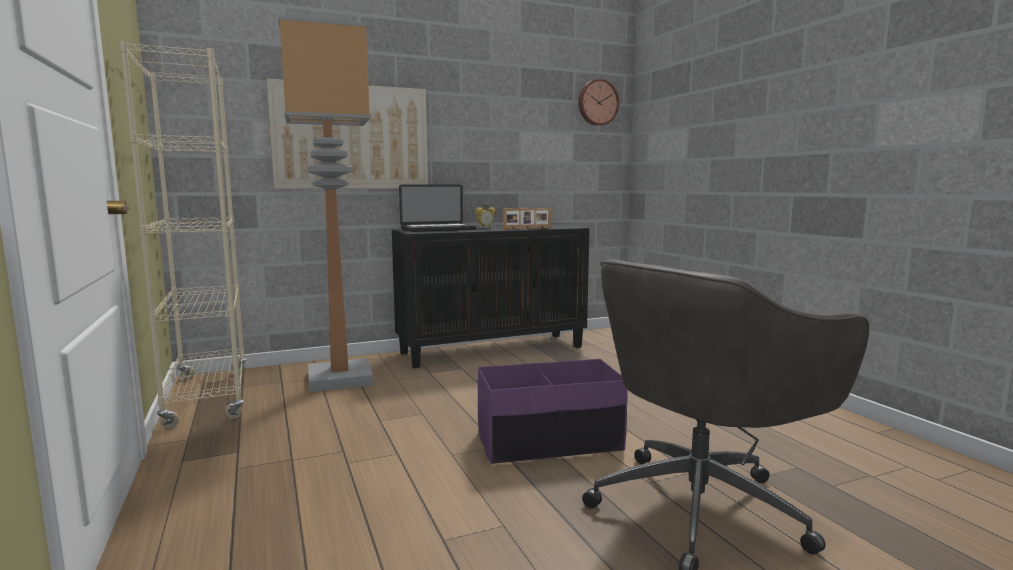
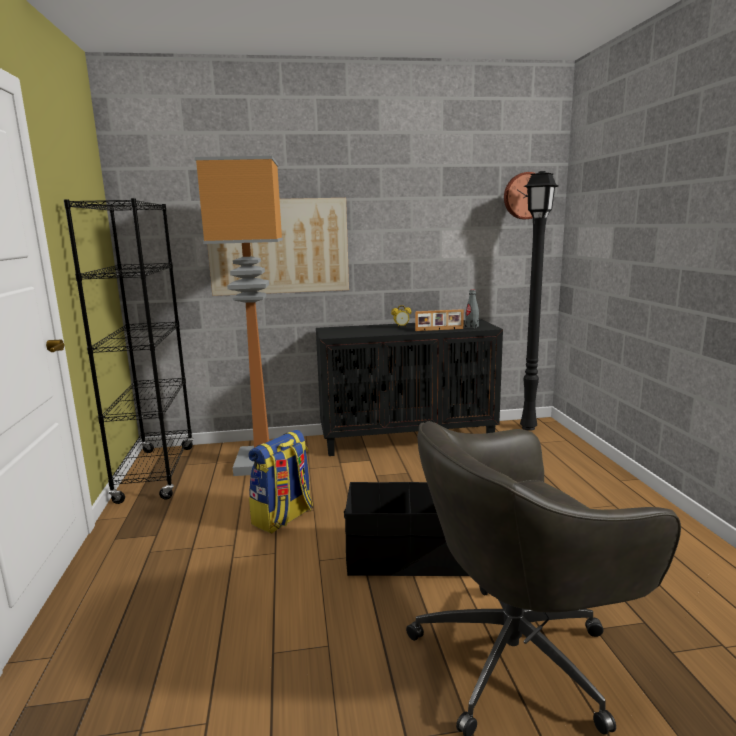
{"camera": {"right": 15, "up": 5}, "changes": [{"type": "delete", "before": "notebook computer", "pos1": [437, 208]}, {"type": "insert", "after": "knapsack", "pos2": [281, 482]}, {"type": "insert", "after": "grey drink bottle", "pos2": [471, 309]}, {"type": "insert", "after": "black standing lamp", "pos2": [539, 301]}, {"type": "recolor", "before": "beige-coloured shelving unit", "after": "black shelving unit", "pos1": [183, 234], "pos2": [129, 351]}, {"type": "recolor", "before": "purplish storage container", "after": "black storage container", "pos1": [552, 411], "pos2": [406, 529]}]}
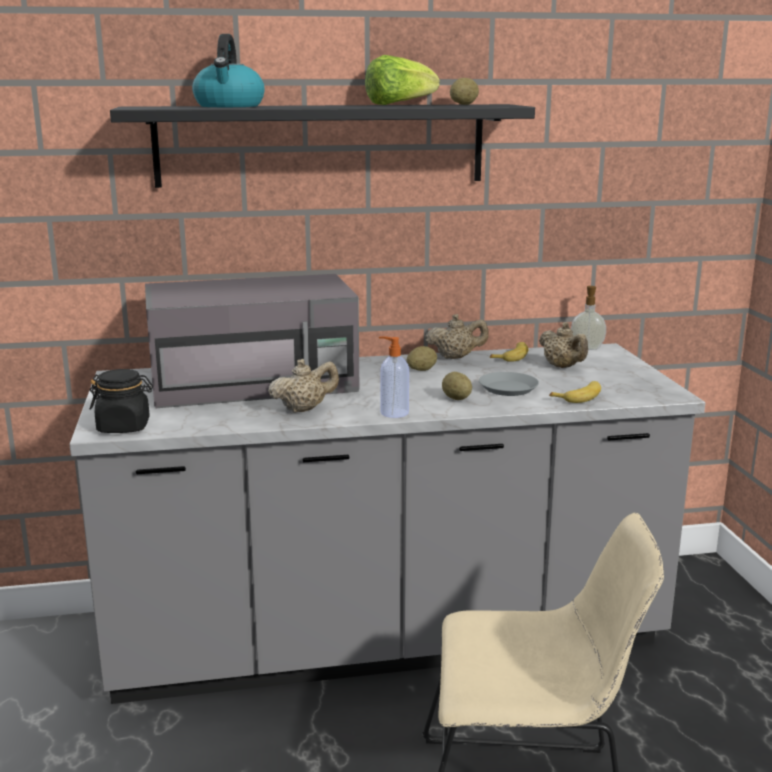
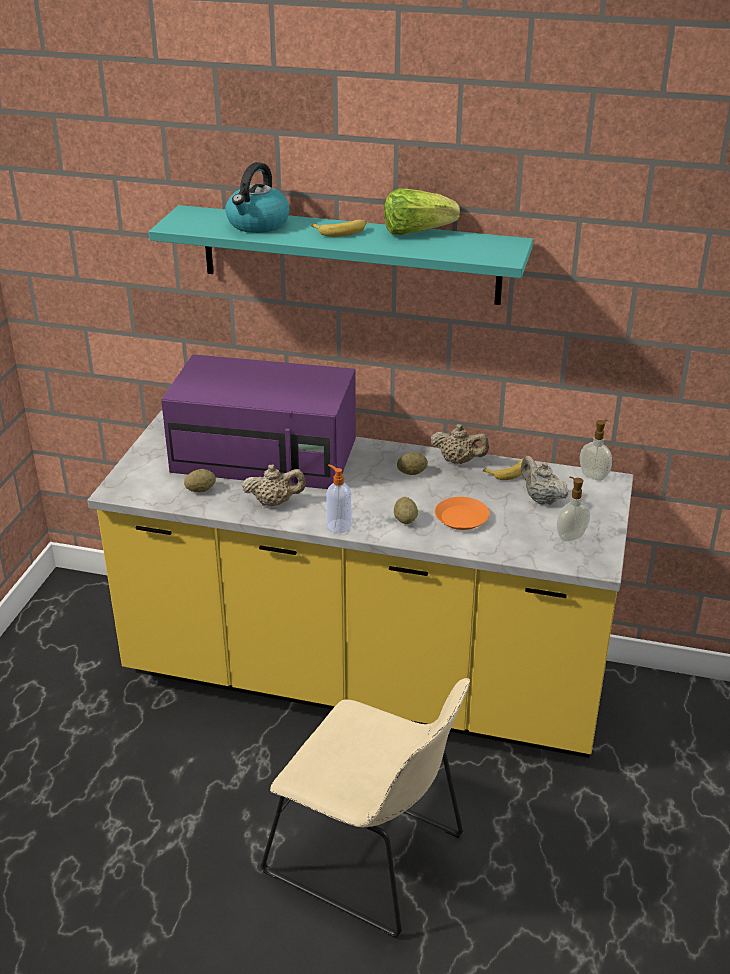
{"camera": {"right": 25, "up": 15}, "changes": [{"type": "delete", "before": "black storage jar", "pos1": [121, 401]}, {"type": "insert", "after": "soap bottle", "pos2": [573, 508]}, {"type": "move", "before": "spud", "pos1": [464, 91], "pos2": [200, 480]}, {"type": "move", "before": "banana fruit", "pos1": [575, 392], "pos2": [339, 228]}, {"type": "recolor", "before": "grey counter", "after": "yellow-coloured counter", "pos1": [387, 523], "pos2": [360, 584]}, {"type": "recolor", "before": "black wall shelf", "after": "turquoise wall shelf", "pos1": [322, 146], "pos2": [341, 255]}, {"type": "recolor", "before": "grey kitchen microwave", "after": "purplish kitchen microwave", "pos1": [252, 341], "pos2": [258, 421]}, {"type": "recolor", "before": "grey plate", "after": "orange-coloured plate", "pos1": [509, 384], "pos2": [462, 513]}, {"type": "rotate", "before": "beige-coloured tea pot", "pos1": [563, 345], "pos2": [545, 480], "turn": 150}]}
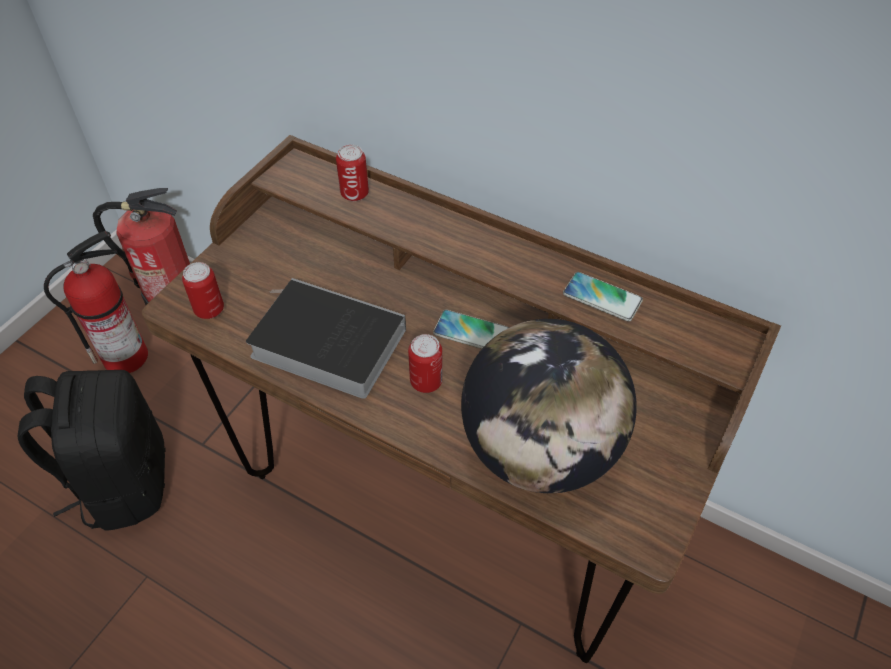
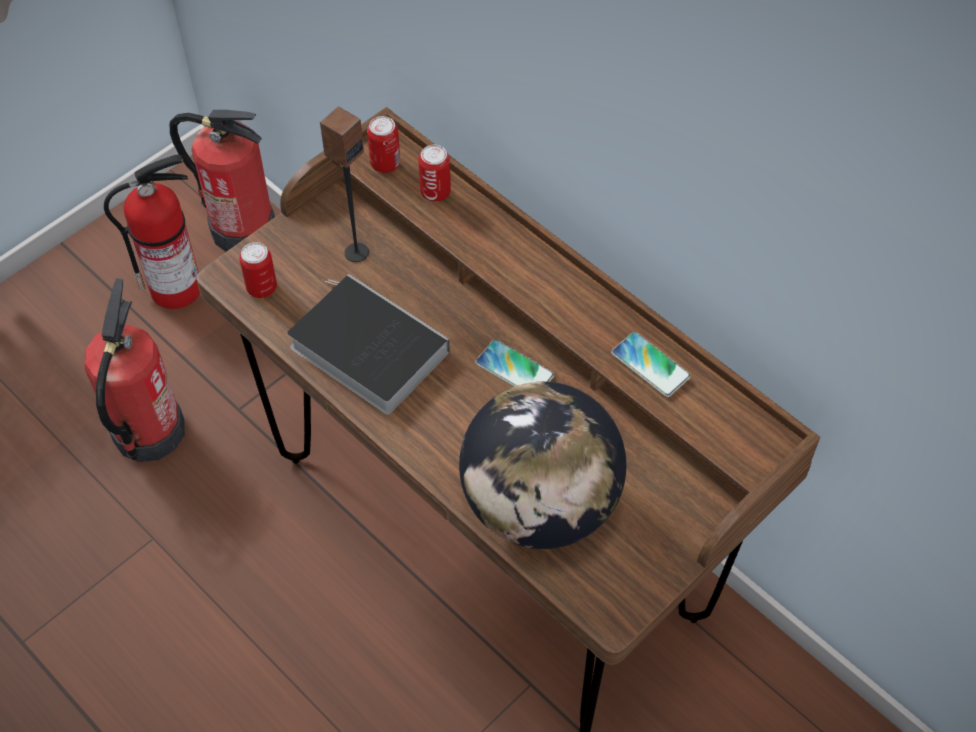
{"camera": {"right": 15, "up": 5}, "changes": [{"type": "insert", "after": "loudspeaker", "pos2": [344, 184]}, {"type": "move", "before": "sealed can", "pos1": [425, 363], "pos2": [383, 144]}, {"type": "replace", "before": "black knapsack", "after": "fire extinguisher", "pos1": [92, 450], "pos2": [134, 370]}]}
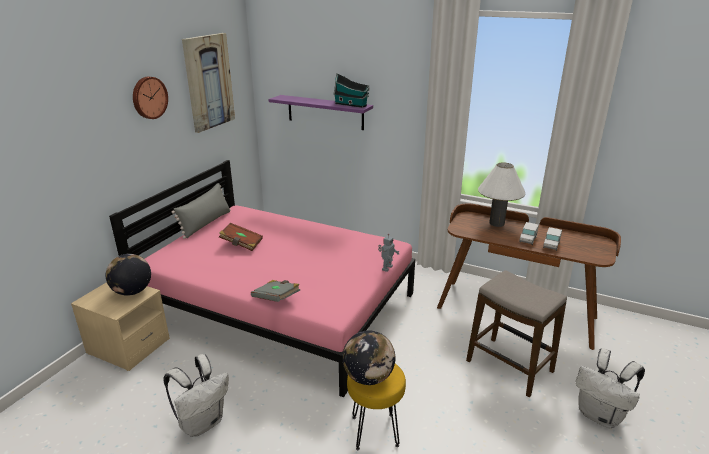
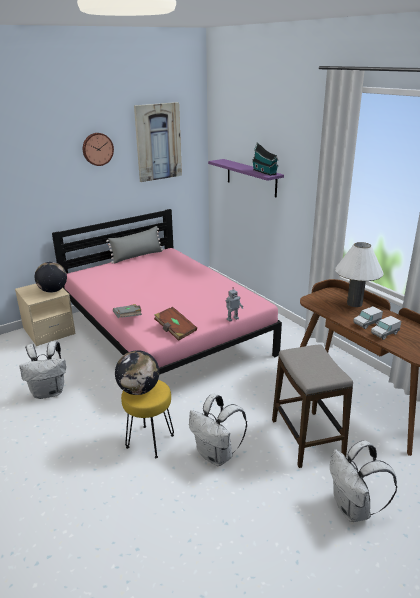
{"camera": {"right": 30, "up": 0}, "changes": [{"type": "insert", "after": "whitish knapsack", "pos2": [218, 430]}, {"type": "move", "before": "brownish bound book", "pos1": [241, 237], "pos2": [175, 324]}]}
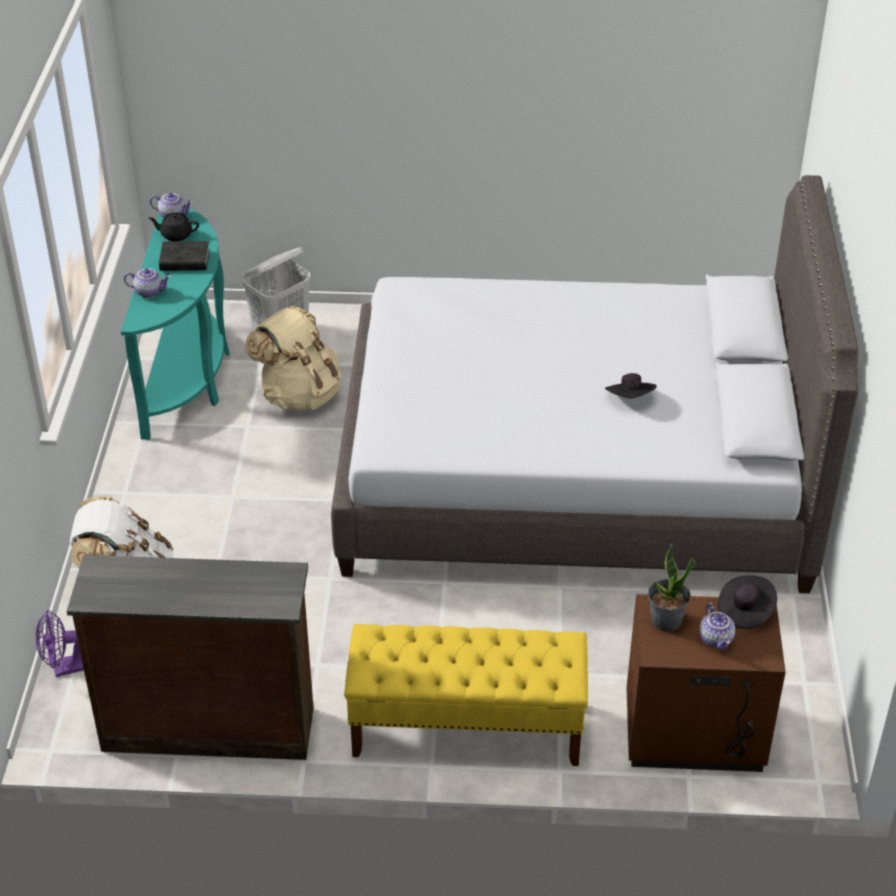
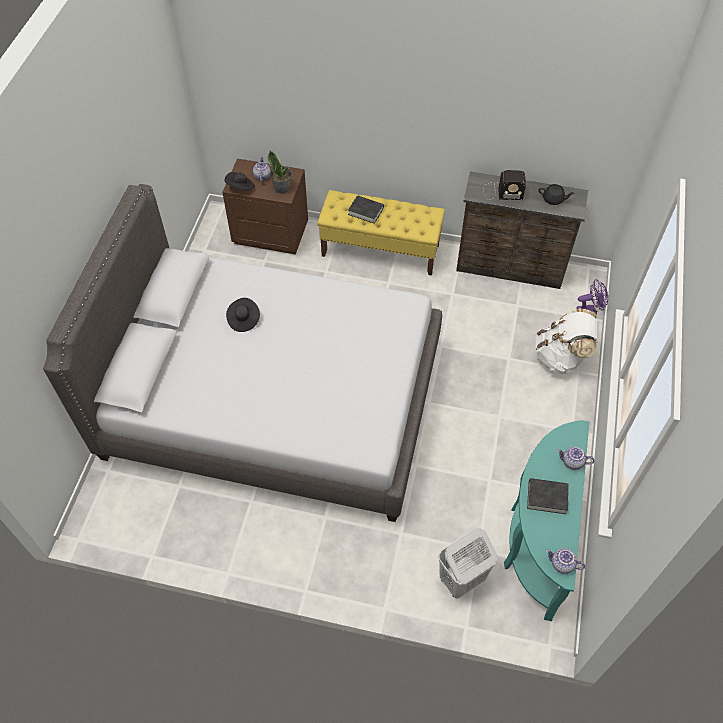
{"camera": {"right": -170, "up": 15}, "changes": [{"type": "delete", "before": "beige-coloured knapsack", "pos1": [293, 358]}, {"type": "insert", "after": "black bound book", "pos2": [366, 210]}, {"type": "insert", "after": "radio receiver", "pos2": [504, 185]}, {"type": "move", "before": "black tea pot", "pos1": [173, 227], "pos2": [556, 194]}]}
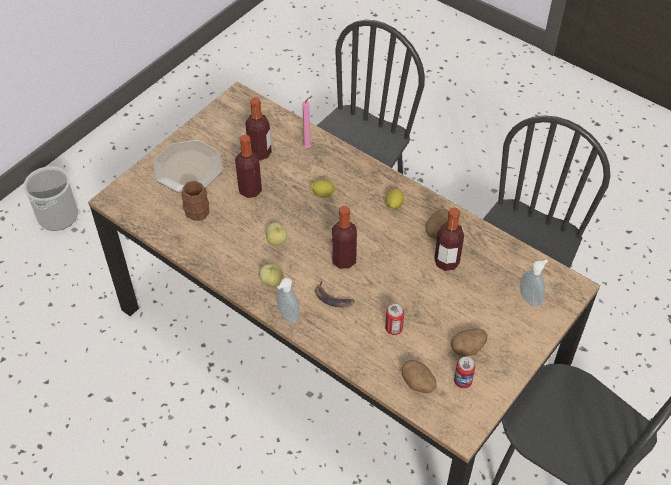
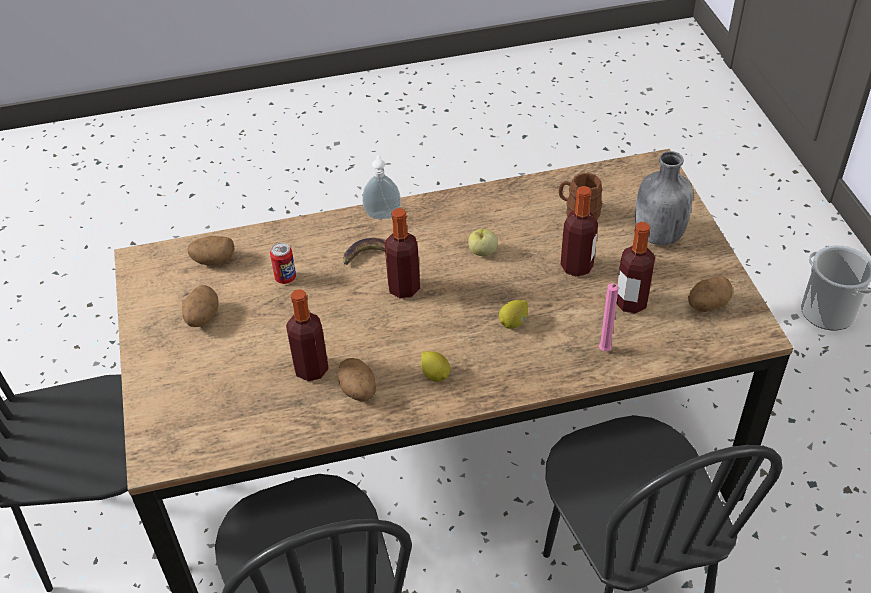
{"camera": {"right": 130, "up": -5}, "changes": [{"type": "delete", "before": "whole apple", "pos1": [271, 275]}, {"type": "delete", "before": "sealed can", "pos1": [465, 373]}, {"type": "delete", "before": "soap bottle", "pos1": [534, 283]}, {"type": "insert", "after": "spud", "pos2": [710, 294]}, {"type": "replace", "before": "plate", "after": "grey drink bottle", "pos1": [188, 166], "pos2": [664, 198]}]}
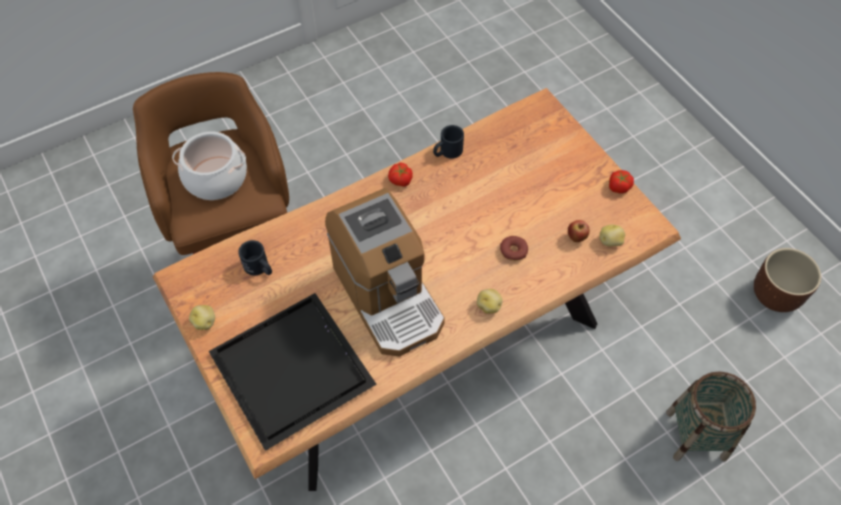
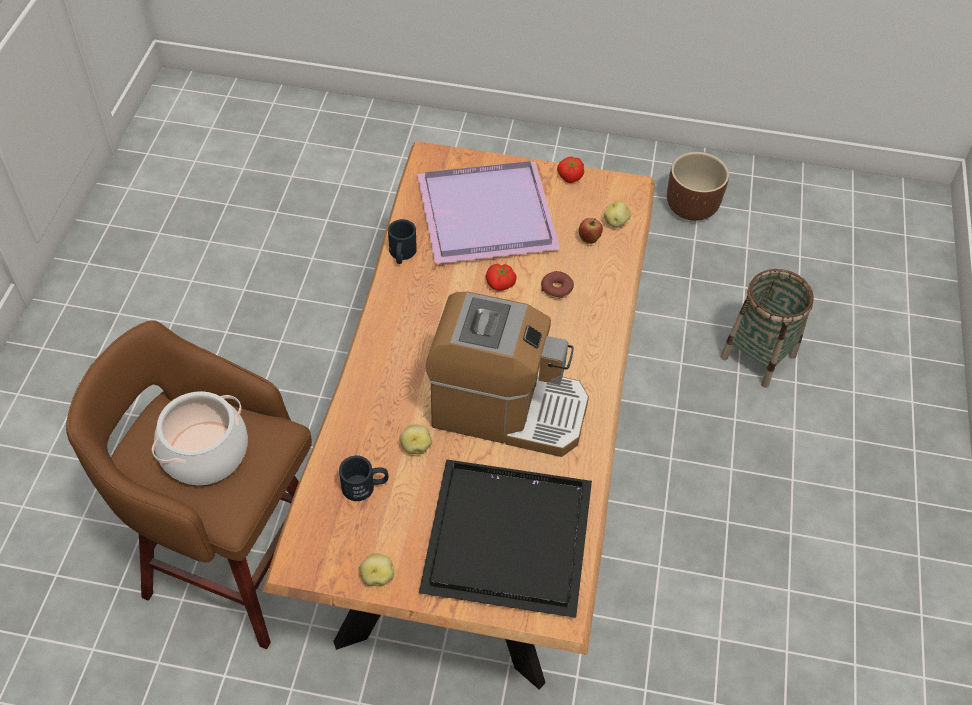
{"camera": {"right": -50, "up": -5}, "changes": [{"type": "insert", "after": "purplish tray", "pos2": [489, 212]}, {"type": "move", "before": "tomato", "pos1": [400, 174], "pos2": [501, 277]}, {"type": "move", "before": "spud", "pos1": [490, 301], "pos2": [415, 439]}]}
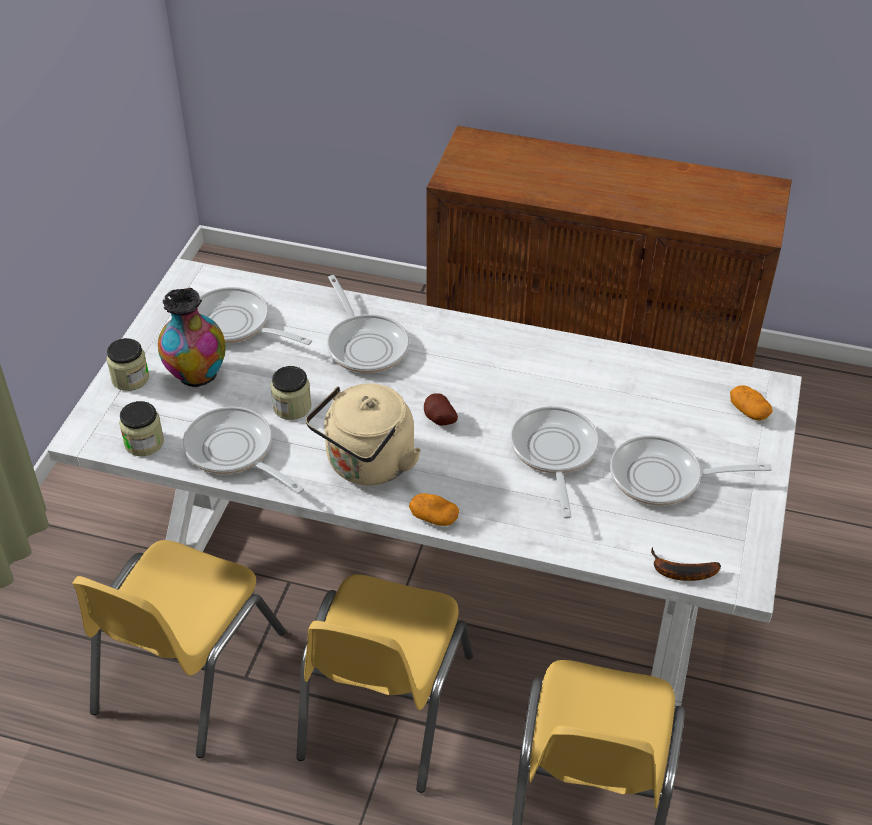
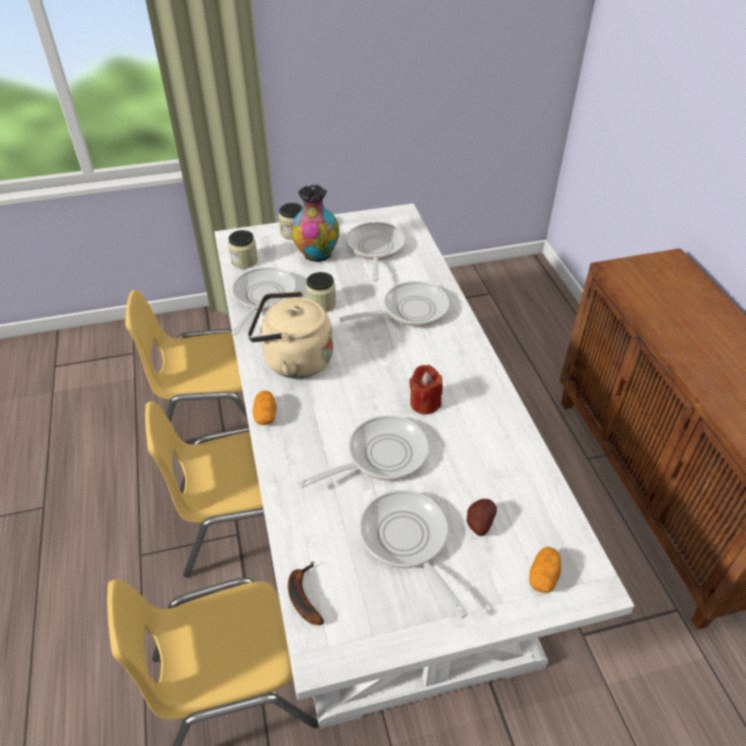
{"camera": {"right": 60, "up": 0}, "changes": [{"type": "insert", "after": "red-coloured wax candle", "pos2": [426, 390]}, {"type": "move", "before": "spud", "pos1": [441, 409], "pos2": [482, 517]}, {"type": "rotate", "before": "skillet", "pos1": [368, 324], "pos2": [395, 304], "turn": -150}]}
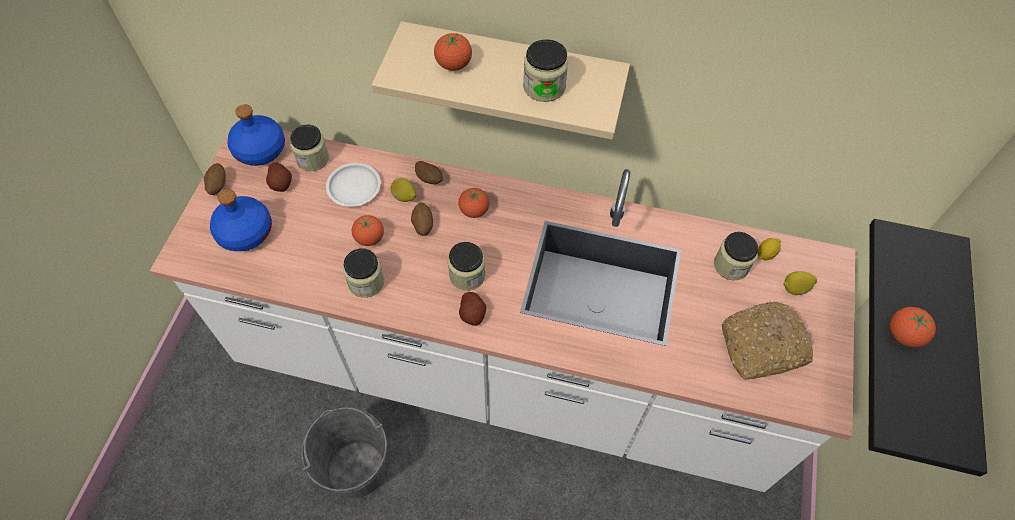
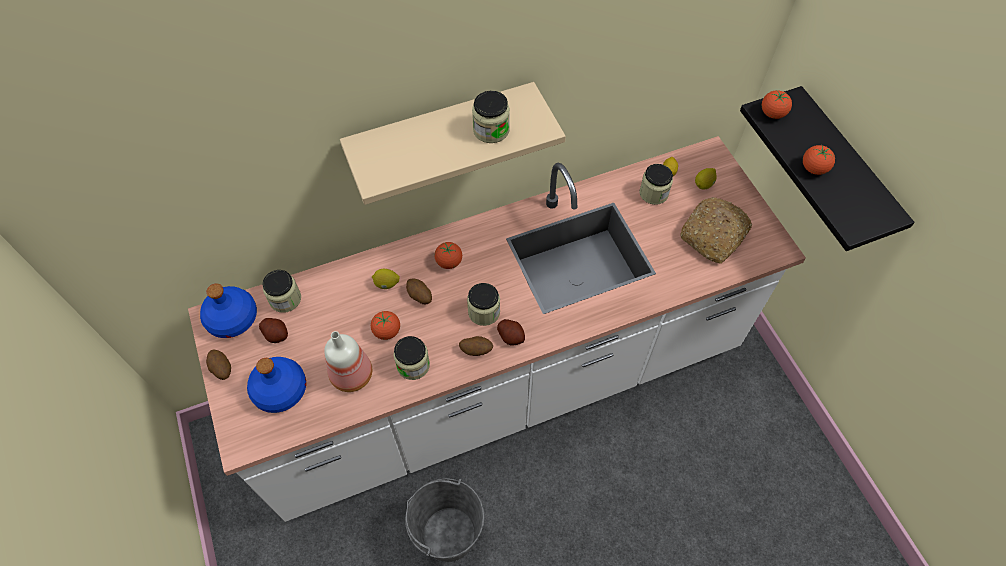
{"camera": {"right": -35, "up": 0}, "changes": [{"type": "delete", "before": "whitish plate", "pos1": [353, 185]}, {"type": "insert", "after": "drink bottle", "pos2": [348, 361]}, {"type": "move", "before": "spud", "pos1": [429, 172], "pos2": [476, 346]}, {"type": "move", "before": "tomato", "pos1": [453, 52], "pos2": [777, 104]}]}
